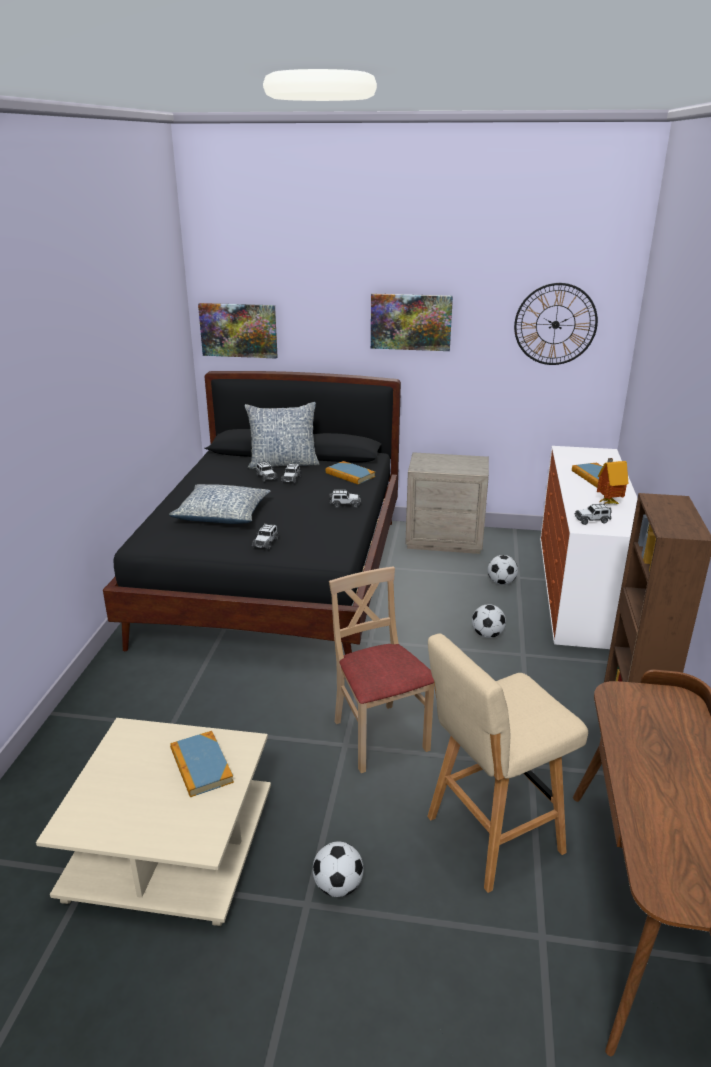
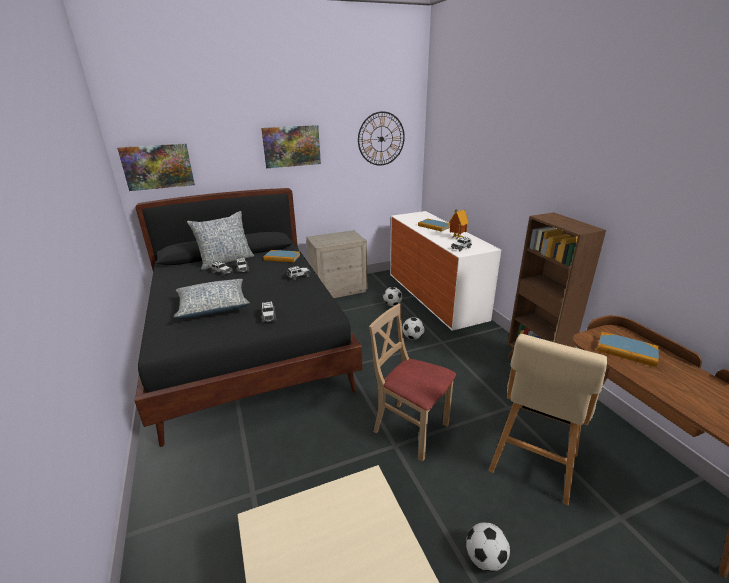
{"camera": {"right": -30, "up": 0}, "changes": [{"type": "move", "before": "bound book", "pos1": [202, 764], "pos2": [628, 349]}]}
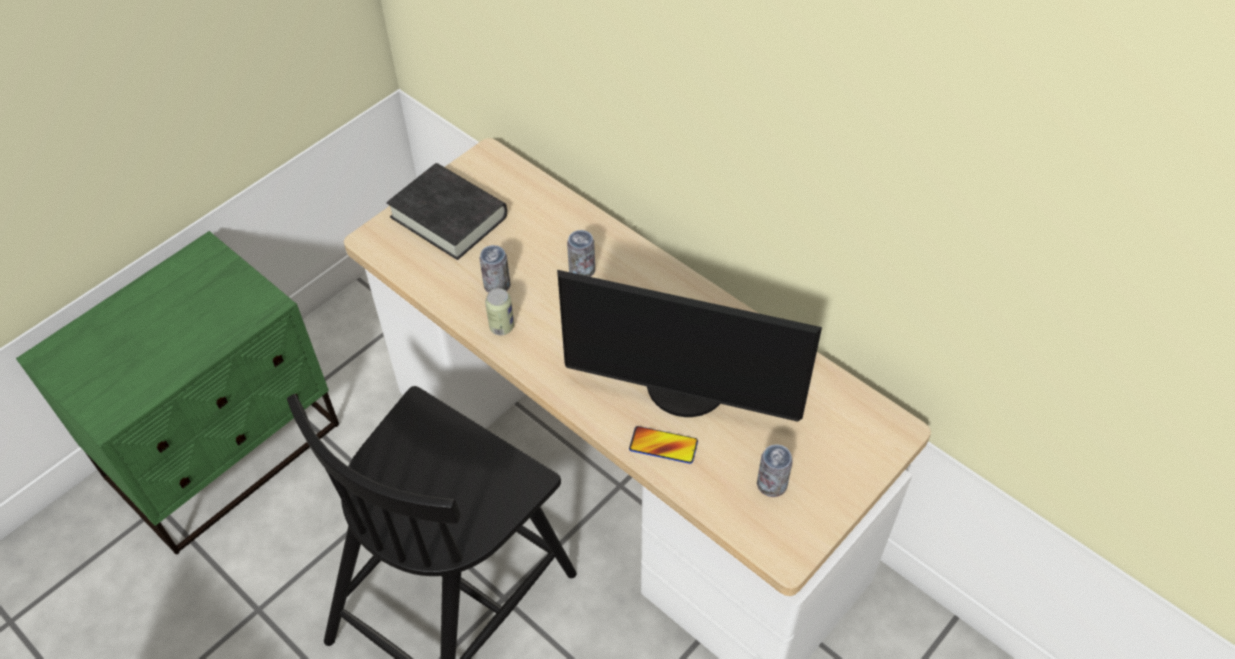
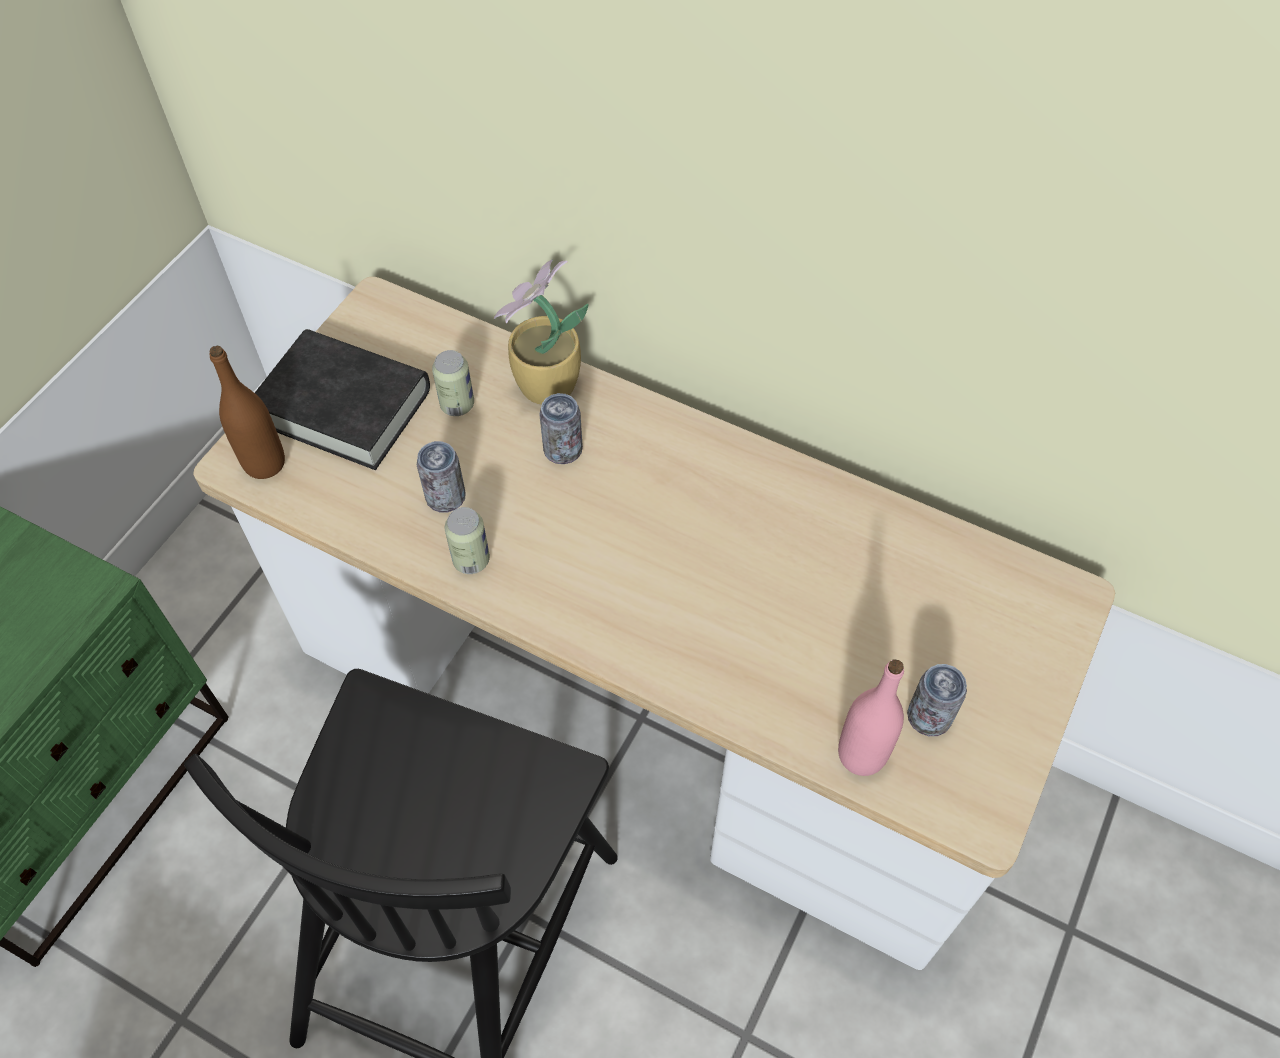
{"camera": {"right": -15, "up": 5}, "changes": [{"type": "delete", "before": "computer display", "pos1": [689, 346]}, {"type": "delete", "before": "handset", "pos1": [663, 445]}, {"type": "insert", "after": "brownish drink bottle", "pos2": [247, 412]}, {"type": "insert", "after": "sealed can", "pos2": [453, 383]}, {"type": "insert", "after": "potted plant", "pos2": [541, 332]}, {"type": "insert", "after": "pink-coloured drink bottle", "pos2": [871, 717]}]}
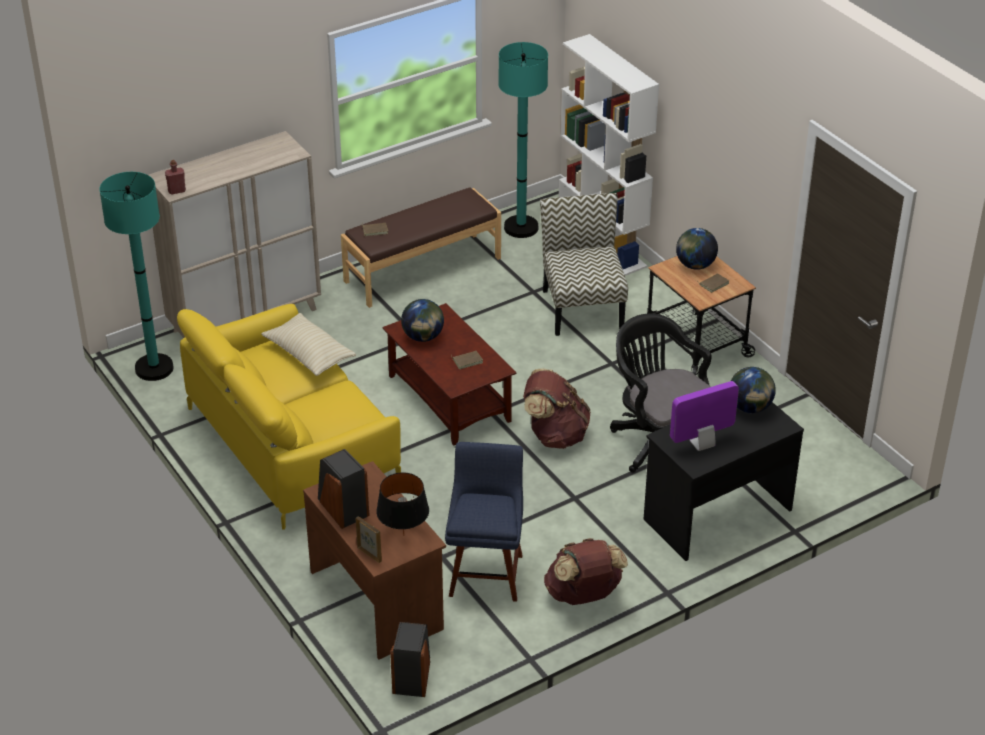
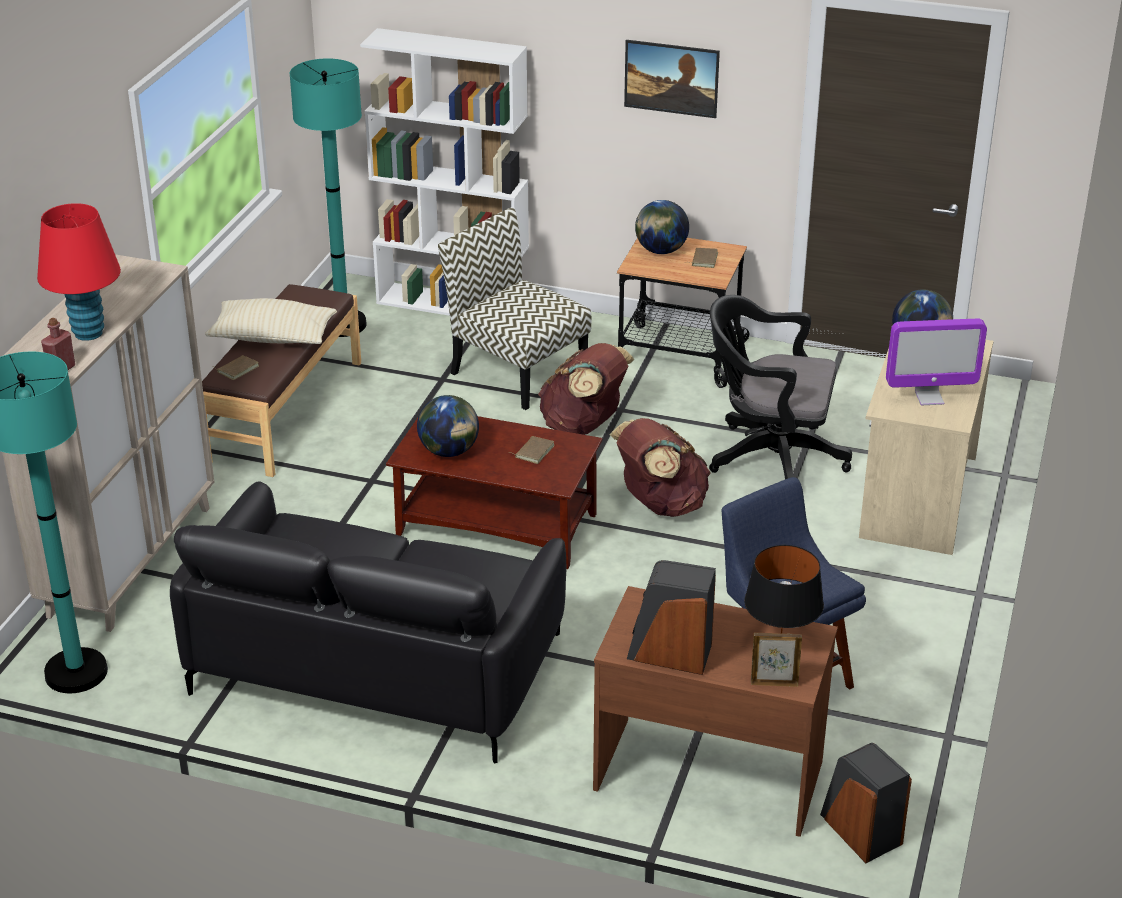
{"camera": {"right": -40, "up": -5}, "changes": [{"type": "insert", "after": "red-coloured table lamp", "pos2": [79, 272]}, {"type": "insert", "after": "wall art", "pos2": [672, 79]}, {"type": "move", "before": "beige-coloured pillow", "pos1": [308, 344], "pos2": [271, 321]}, {"type": "move", "before": "brownish knapsack", "pos1": [586, 571], "pos2": [586, 389]}, {"type": "recolor", "before": "yellow-coloured sofa", "after": "black sofa", "pos1": [289, 417], "pos2": [368, 622]}, {"type": "recolor", "before": "black desk table", "after": "beige-coloured desk table", "pos1": [724, 481], "pos2": [926, 447]}, {"type": "rotate", "before": "computer display", "pos1": [704, 416], "pos2": [936, 362], "turn": -120}]}
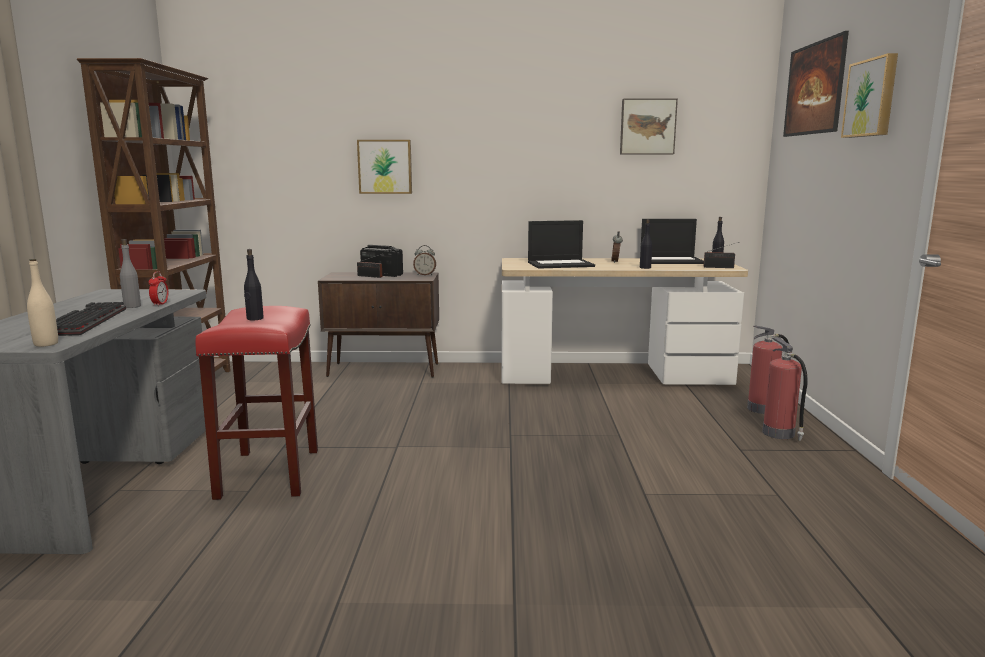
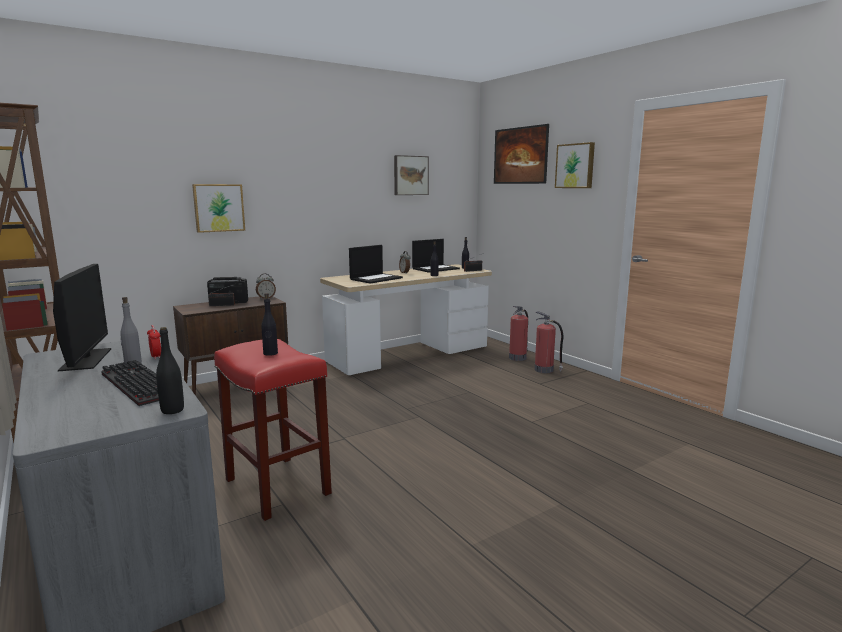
{"camera": {"right": -35, "up": 0}, "changes": [{"type": "insert", "after": "computer display", "pos2": [82, 317]}, {"type": "recolor", "before": "beige-coloured drink bottle", "after": "black drink bottle", "pos1": [42, 303], "pos2": [170, 370]}]}
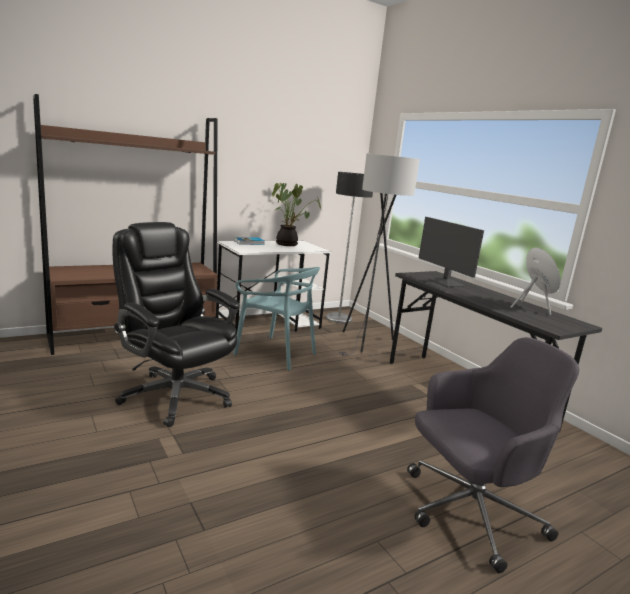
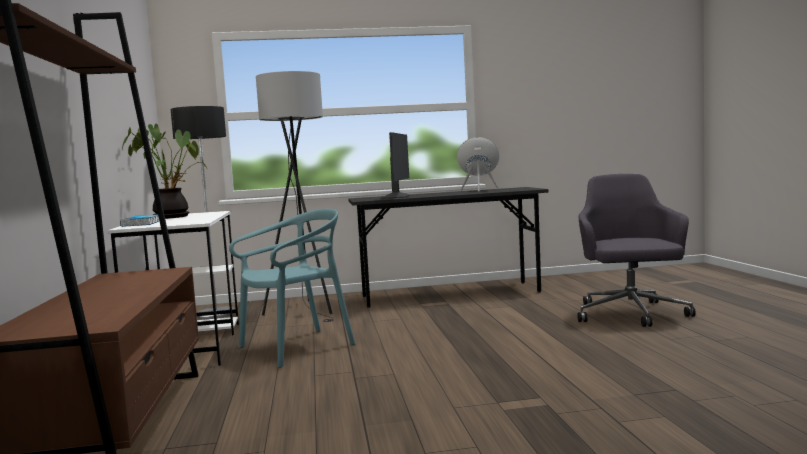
{"camera": {"right": -65, "up": -10}, "changes": [{"type": "delete", "before": "black computer chair", "pos1": [176, 324]}, {"type": "rotate", "before": "computer display", "pos1": [451, 252], "pos2": [395, 165], "turn": -75}]}
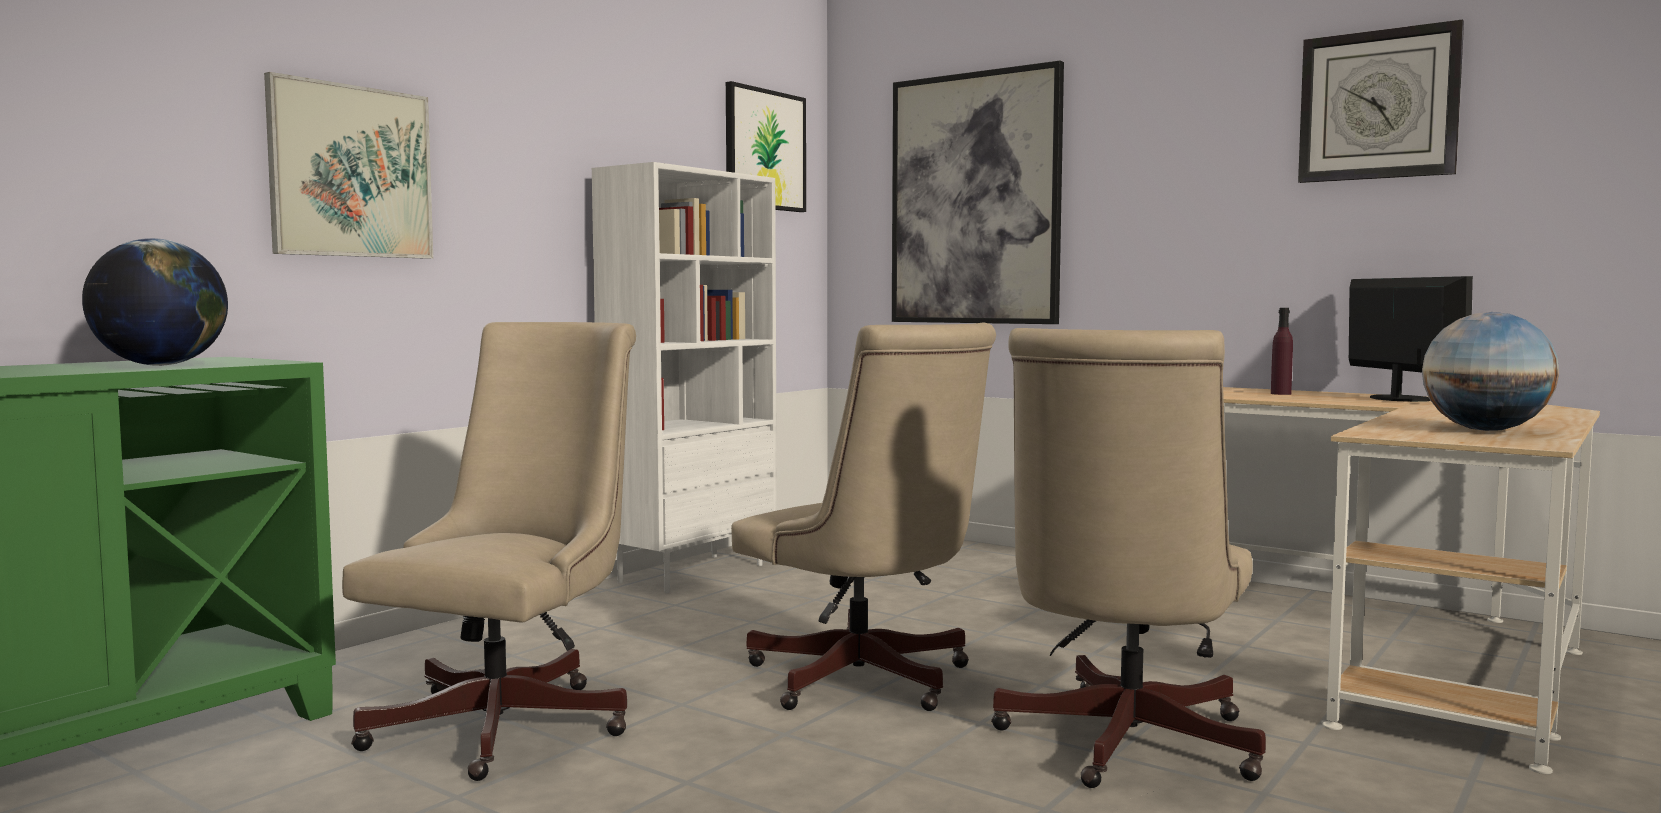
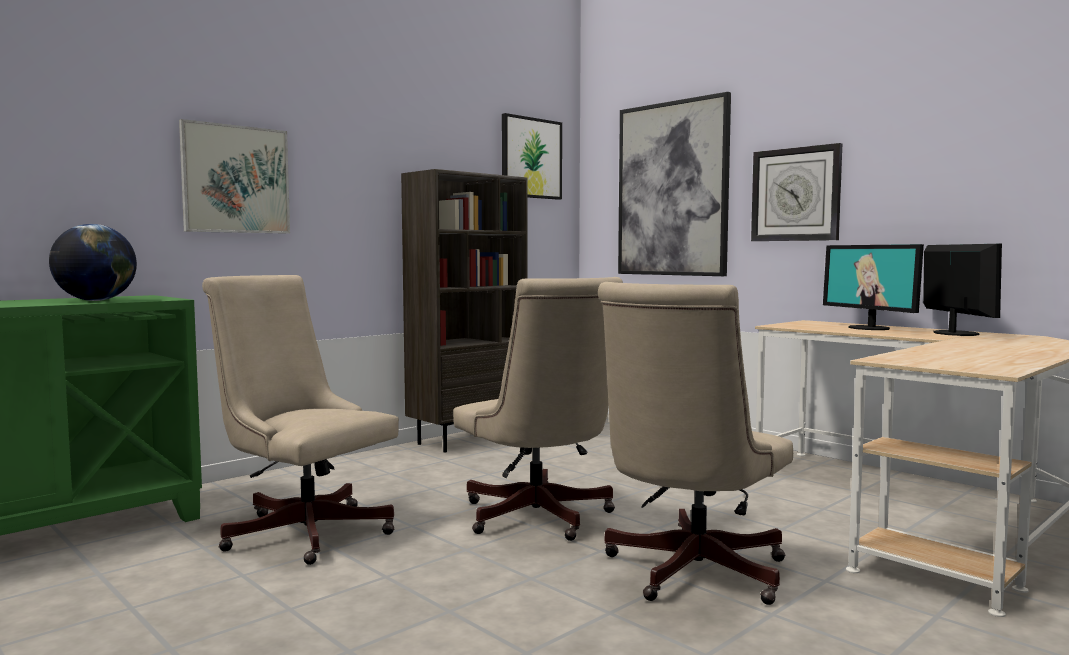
{"camera": {"right": 10, "up": 0}, "changes": [{"type": "delete", "before": "world globe", "pos1": [1490, 371]}, {"type": "move", "before": "hanging clock", "pos1": [1381, 101], "pos2": [796, 192]}, {"type": "replace", "before": "purplish drink bottle", "after": "computer display", "pos1": [1282, 351], "pos2": [873, 287]}, {"type": "recolor", "before": "whitish shelving unit", "after": "brownish shelving unit", "pos1": [684, 377], "pos2": [464, 311]}, {"type": "rotate", "before": "beige-coloured computer chair", "pos1": [489, 551], "pos2": [300, 420], "turn": -90}]}
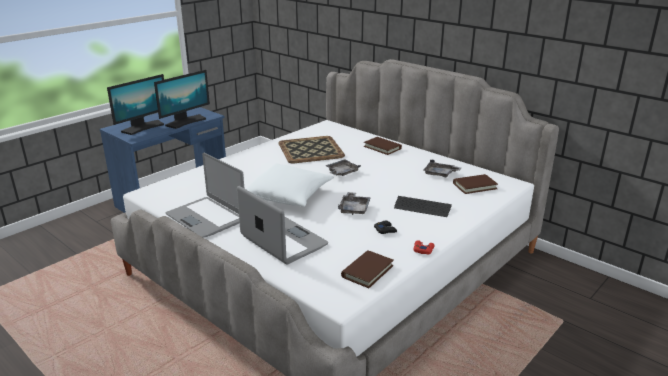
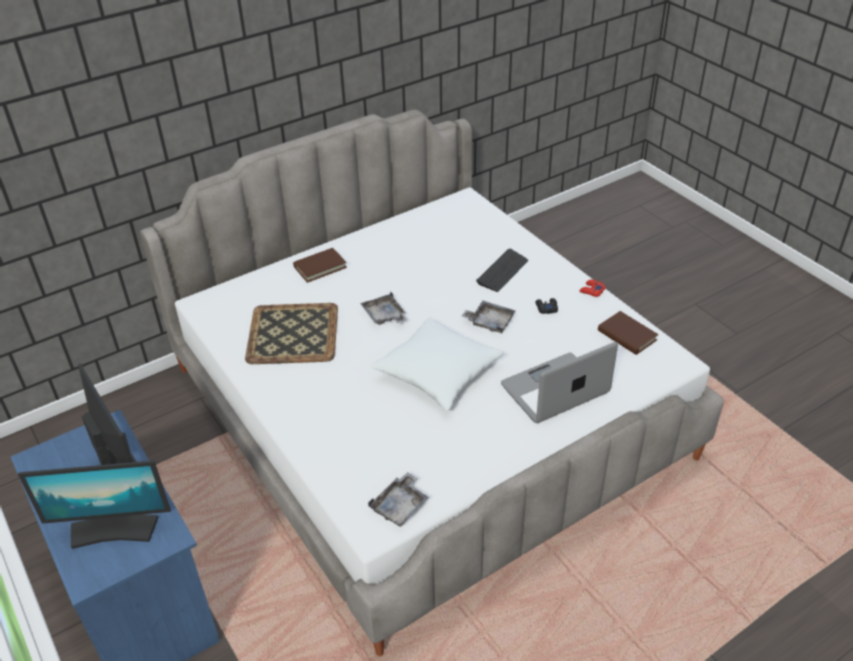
{"camera": {"right": -75, "up": 15}, "changes": [{"type": "delete", "before": "notebook computer", "pos1": [205, 195]}, {"type": "delete", "before": "brownish bound book", "pos1": [475, 184]}, {"type": "move", "before": "grey tray", "pos1": [442, 168], "pos2": [398, 499]}, {"type": "rotate", "before": "computer display", "pos1": [135, 104], "pos2": [94, 505], "turn": 120}]}
